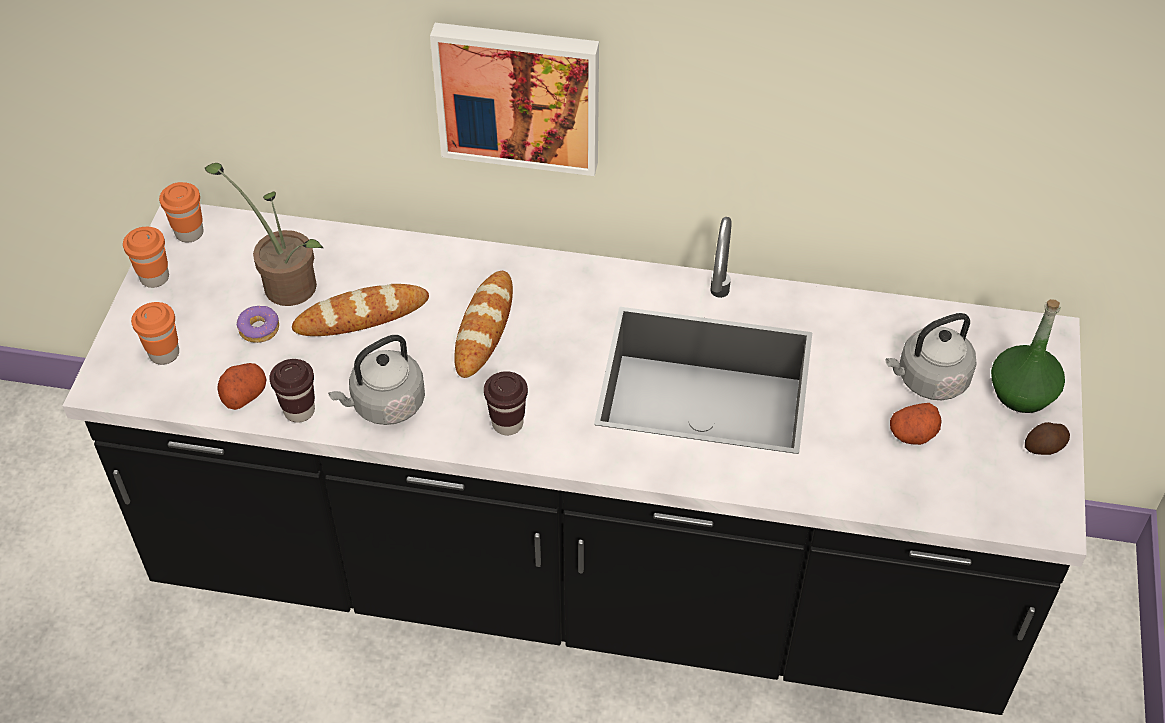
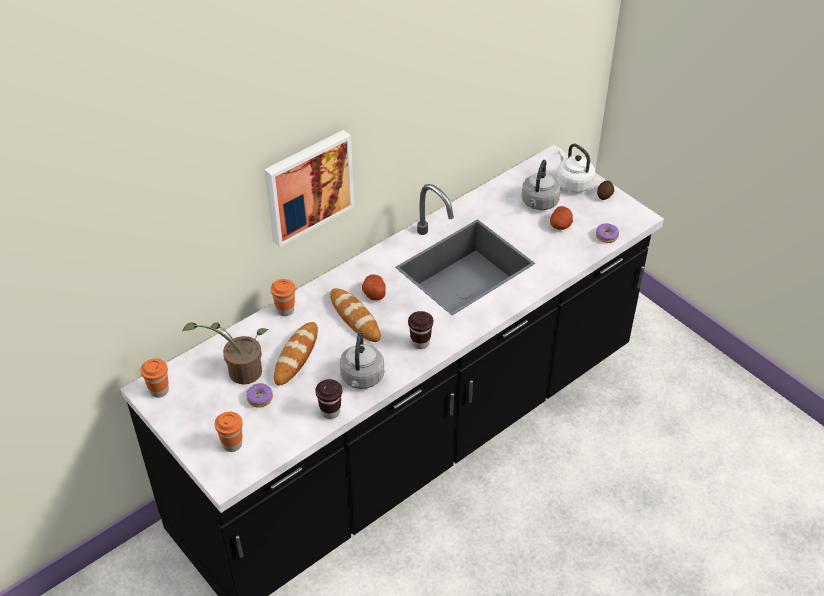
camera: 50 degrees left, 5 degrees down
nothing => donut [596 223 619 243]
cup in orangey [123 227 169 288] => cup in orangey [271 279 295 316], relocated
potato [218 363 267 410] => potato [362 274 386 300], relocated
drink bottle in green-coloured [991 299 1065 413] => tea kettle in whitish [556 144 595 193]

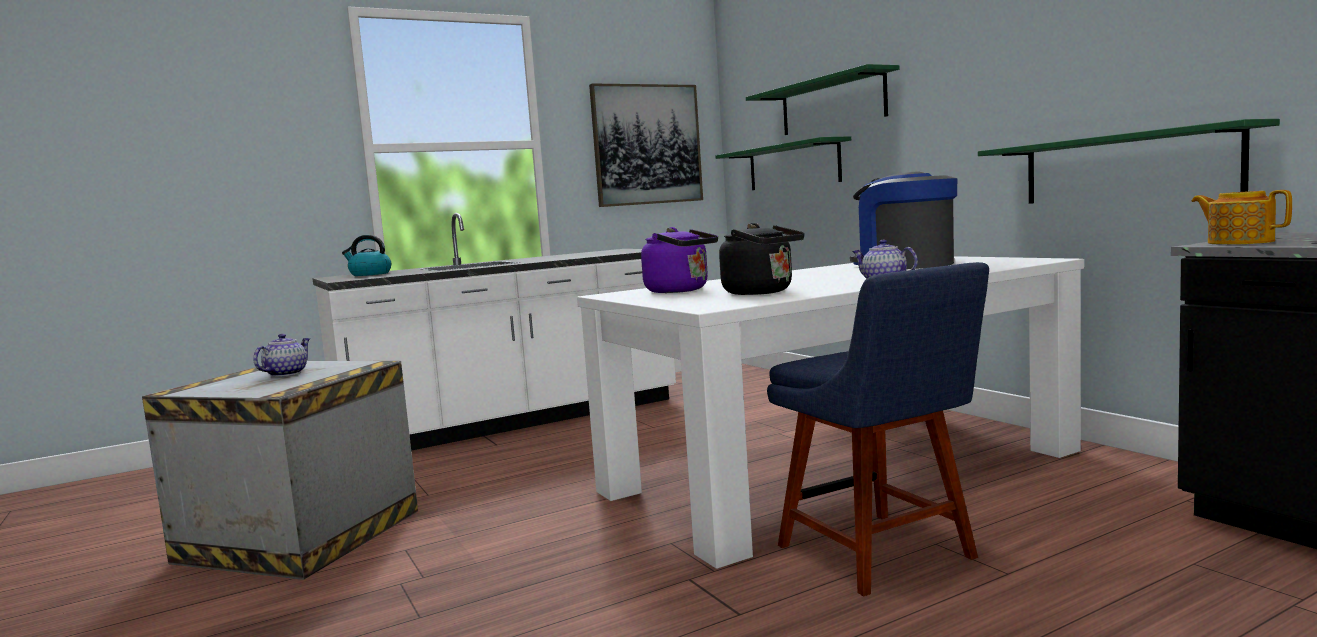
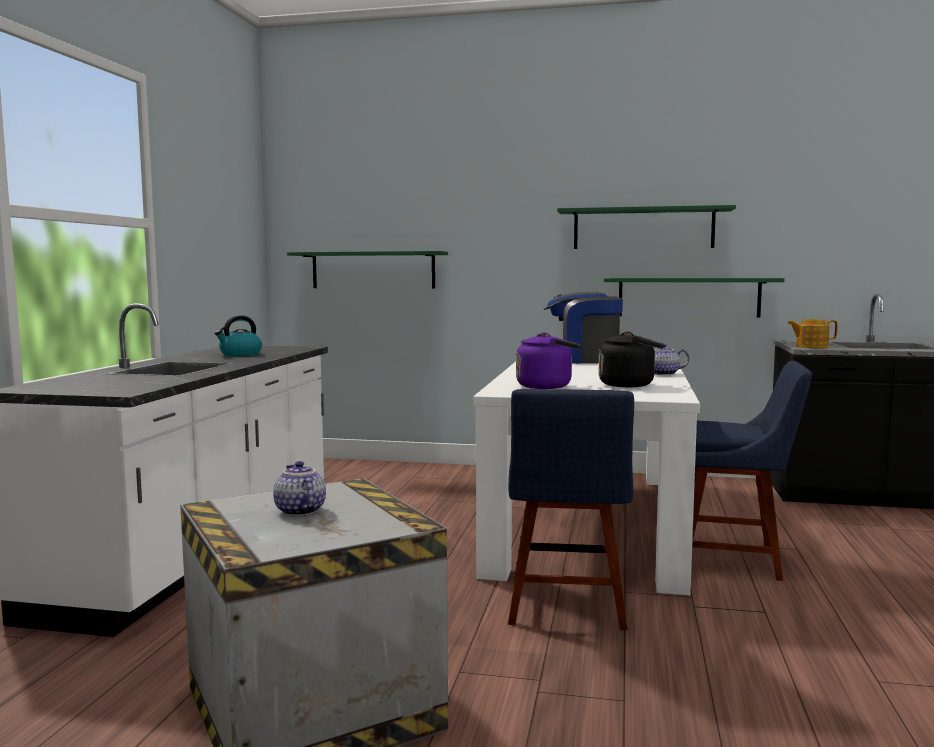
camera: 50 degrees left, 0 degrees up
wall picture [589 84 703 207] => nothing
nothing => chair in blue-coloured [508 389 634 631]
tea kettle [342 235 391 276] => tea kettle [215 315 262 356], relocated
wall shelf in green-coloured [746 64 899 135] => wall shelf in green-coloured [557 205 736 249], relocated

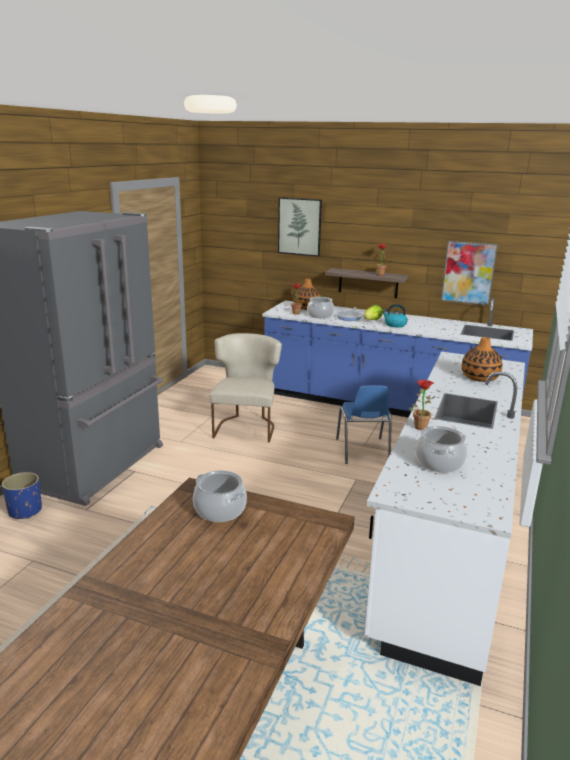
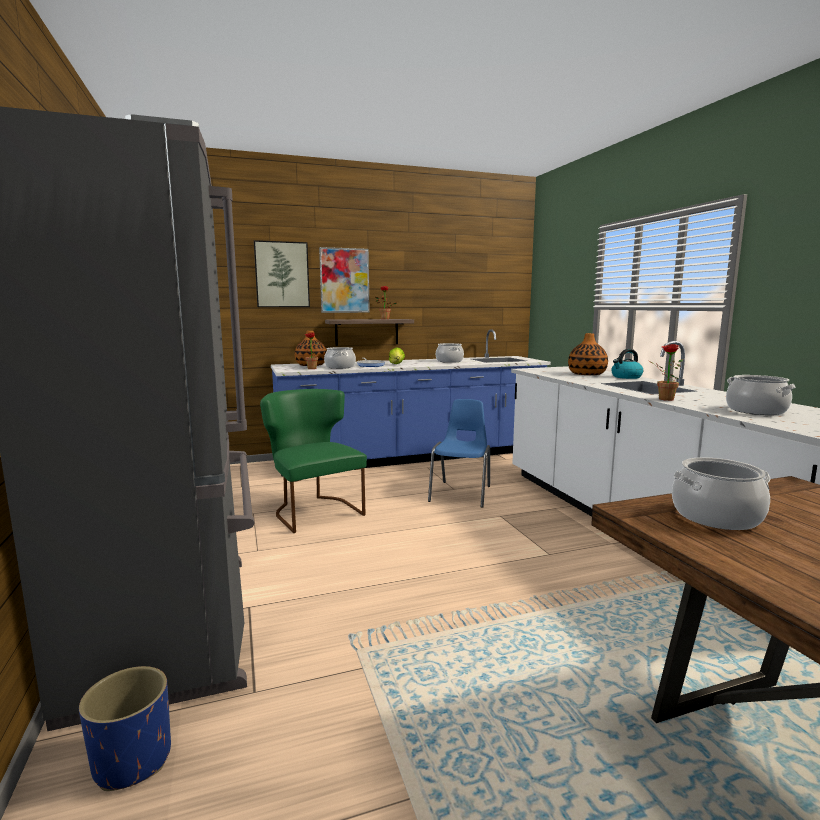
camera: 40 degrees left, 10 degrees down
nothing => cooking pot [436 343 464 363]
tea kettle [382 304 407 327] => tea kettle [611 349 643 379], relocated
wall picture [441 241 498 306] => wall picture [319 247 370 313], relocated
chair in beige [210 333 282 442] => chair in green-coloured [260 389 367 533]
chair in blue-coloured [336 385 392 464] => chair in blue-coloured [428 399 490 508], 120 degrees counterclockwise

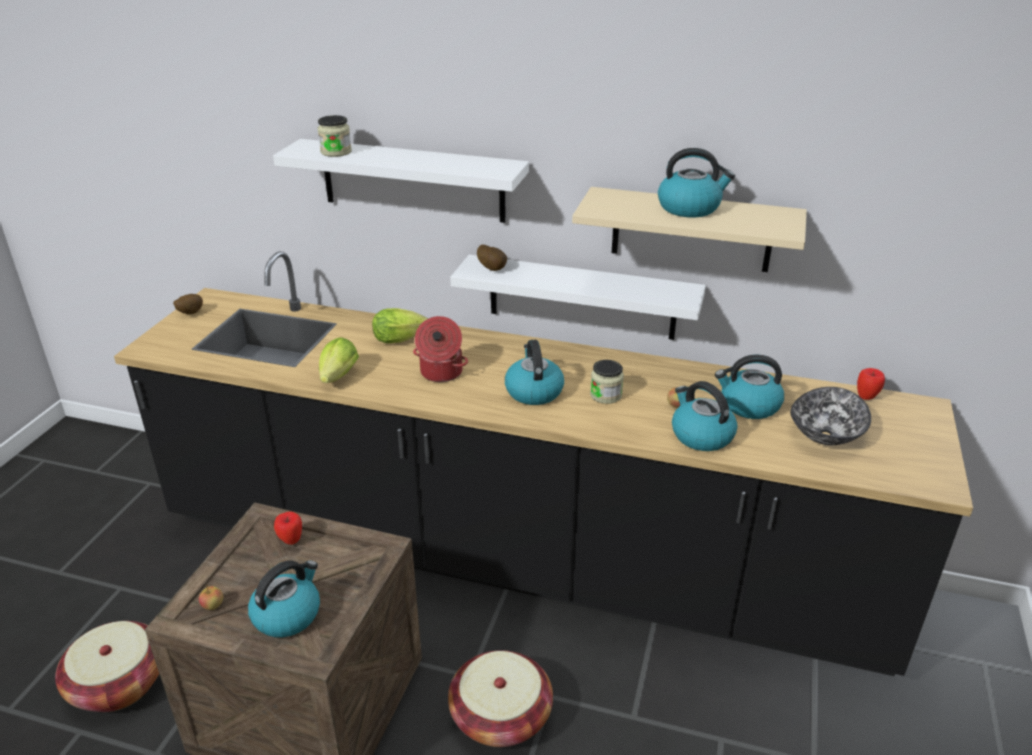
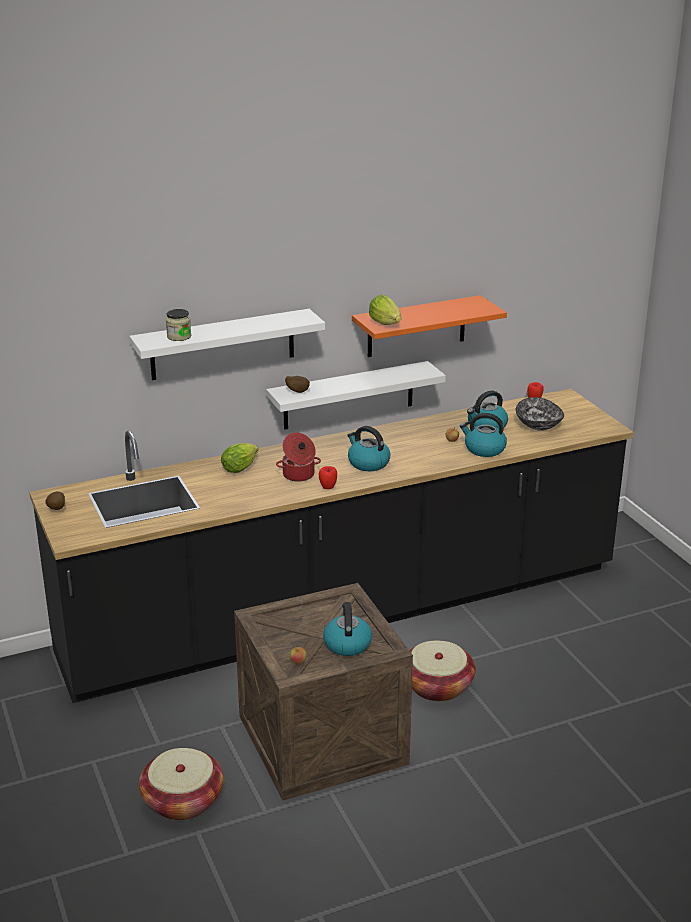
camera: 40 degrees left, 5 degrees down
jar [590 360 624 404] => nothing
tea kettle [658 148 735 217] => nothing
whole apple [274 511 302 545] => whole apple [319 466 337 489], relocated
lettuce head [319 337 359 383] => lettuce head [369 295 401 325], relocated
wall shelf in beige [572 187 807 272] => wall shelf in orangey [352 295 507 357]

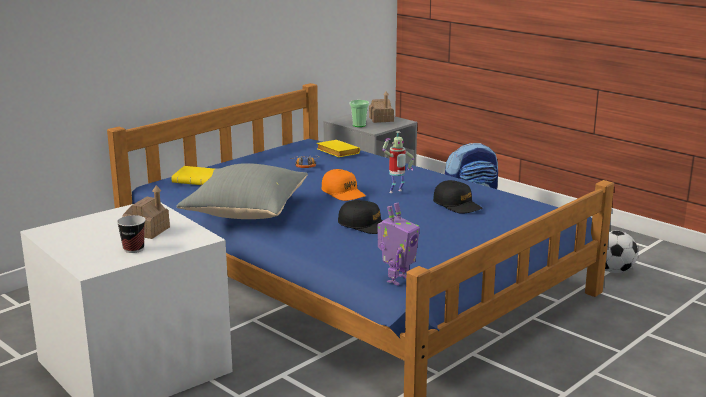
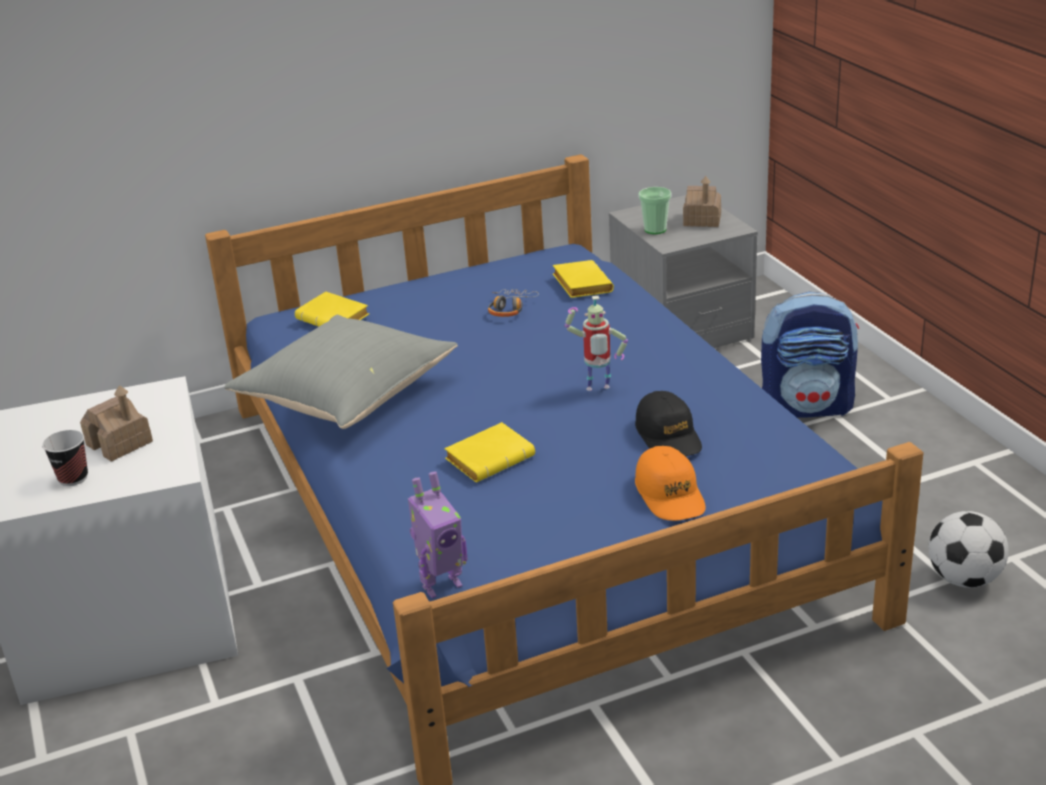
camera: 25 degrees right, 10 degrees up
cap in orangey [321 169 366 201] => cap in orangey [635 446 706 521], relocated
cap in black-coloured [338 200 383 234] => volume in yellow-coloured [444 422 535 482]

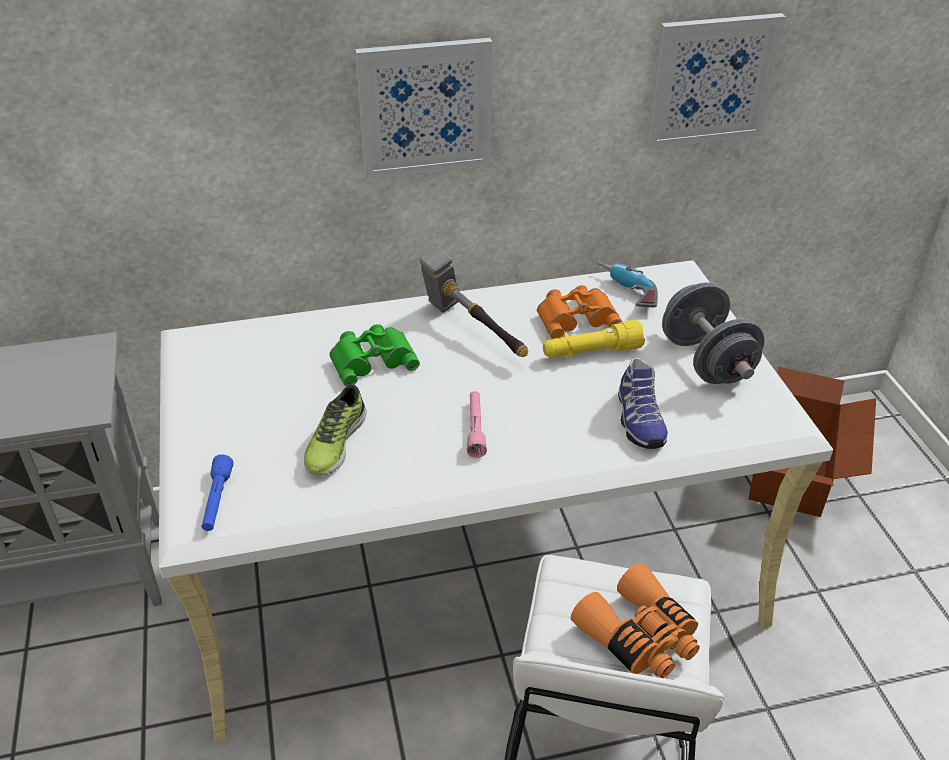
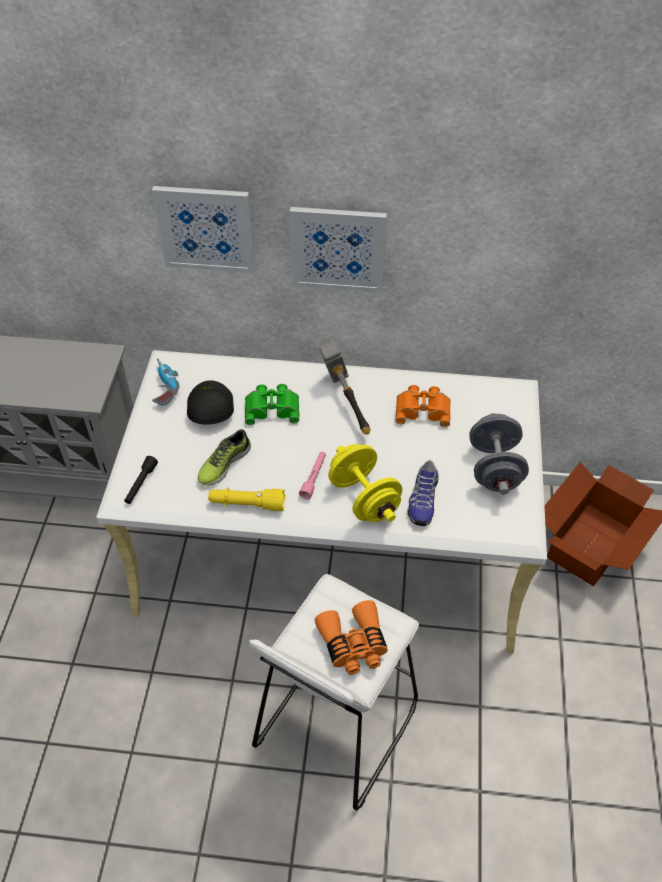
camera: 20 degrees right, 10 degrees up
nothing => cap in black-coloured [187 380 234 425]
nothing => free weight in yellow-coloured [328 444 402 522]
torch in yellow-coloured [543 319 645 358] => torch in yellow-coloured [208 487 285 511], relocated
electric drill [598 262 658 307] => electric drill [152 358 179 406], relocated
wall picture [646 13 786 148] => wall picture [152 186 255 273], relocated
torch in blue-coloured [202 454 234 531] => torch in black-coloured [124 456 158 504]

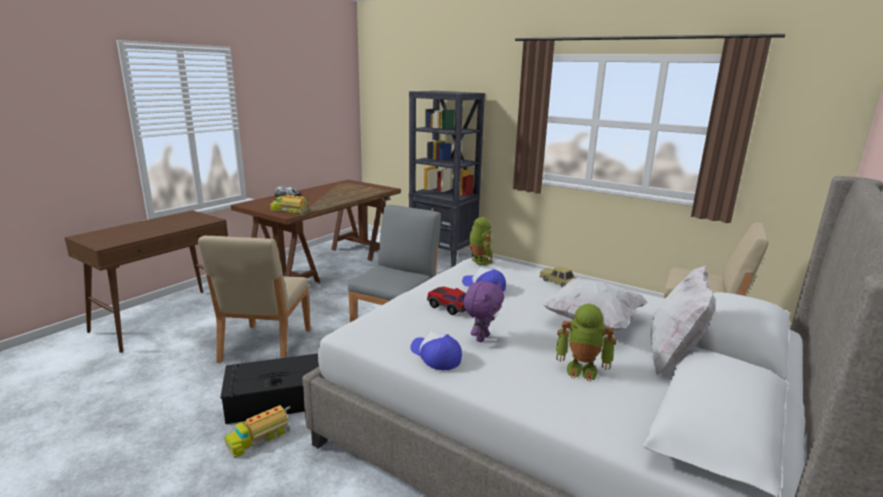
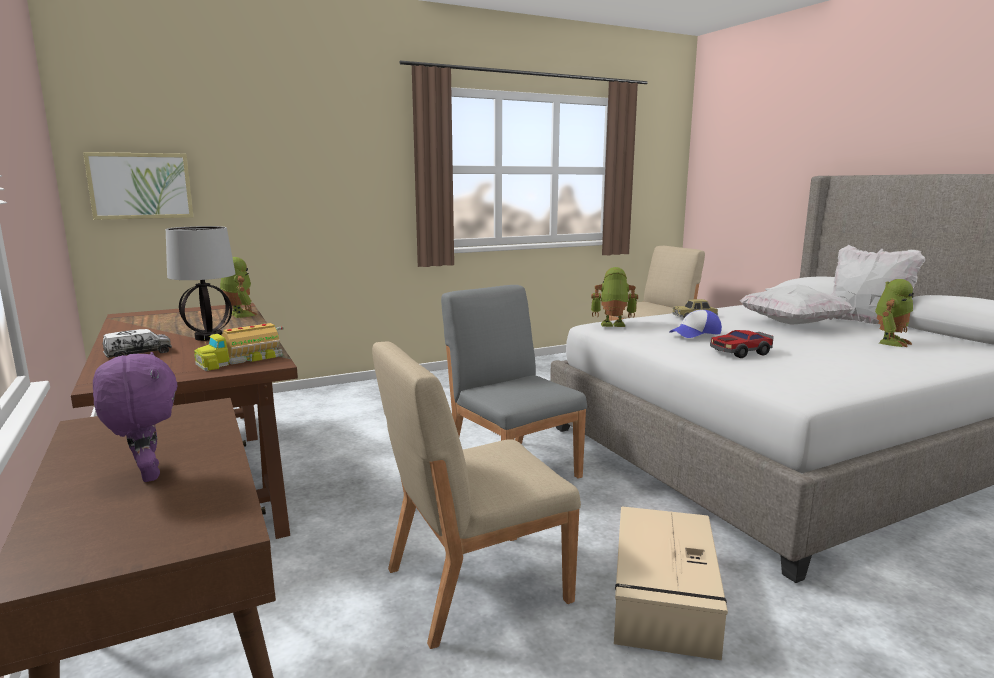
camera: 60 degrees left, 5 degrees down
model truck [224 405 291 458] => nothing
shelving unit in black-coloured [409 91 485 267] => nothing
cap [410 331 462 370] => nothing
nothing => wall picture [83 152 194 220]
nothing => tabletop lamp [166 226 235 341]
nothing => model robot [220 257 257 318]
soft toy in purple-coloured [464 281 504 342] => soft toy in purple-coloured [93 352 177 482], relocated
storage box in black-coloured [220 354 319 424] => storage box in beige [614 506 728 660]
chair in beige [198 236 311 363] => chair in beige [372 341 581 649], 120 degrees clockwise

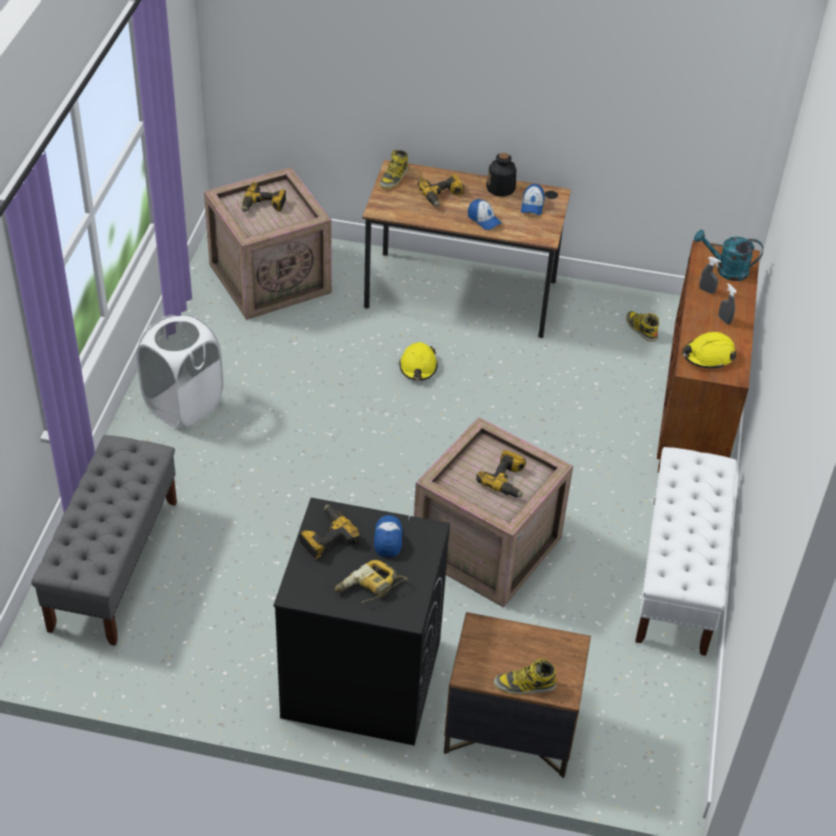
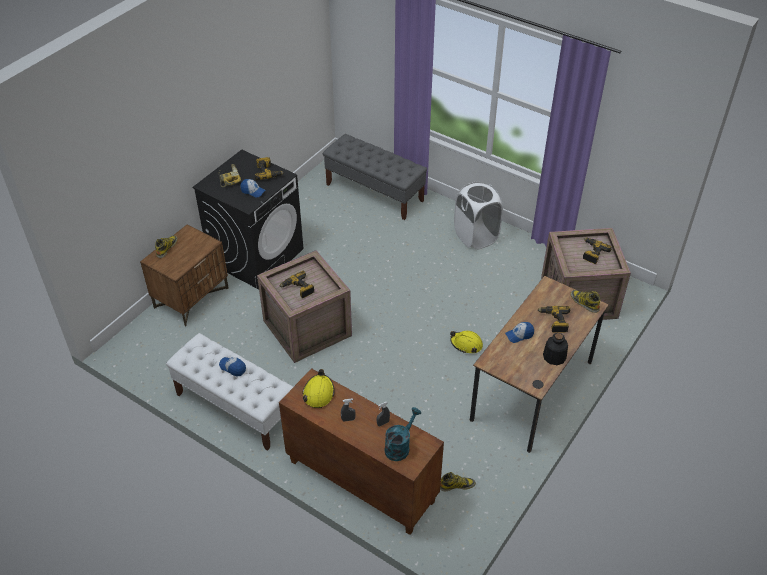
camera: 115 degrees right, 0 degrees up
cap [521 184 545 215] => cap [219 357 246 376], relocated

